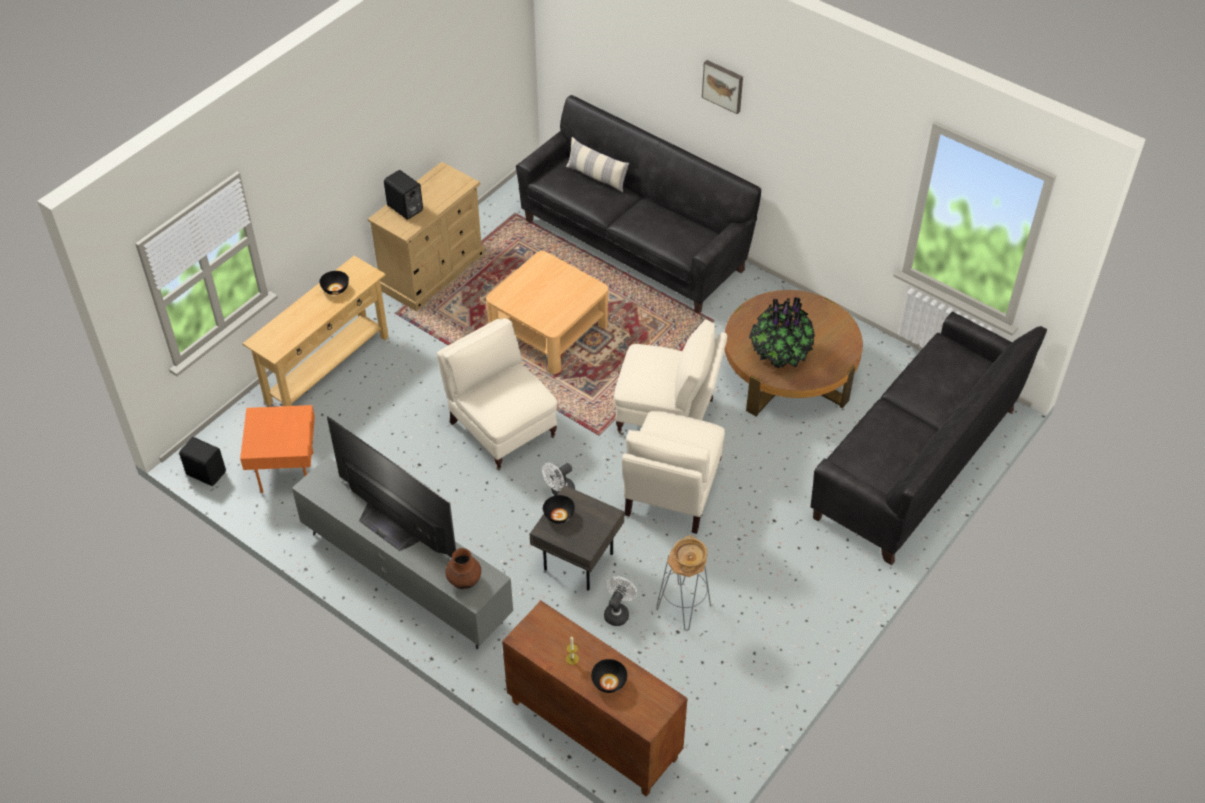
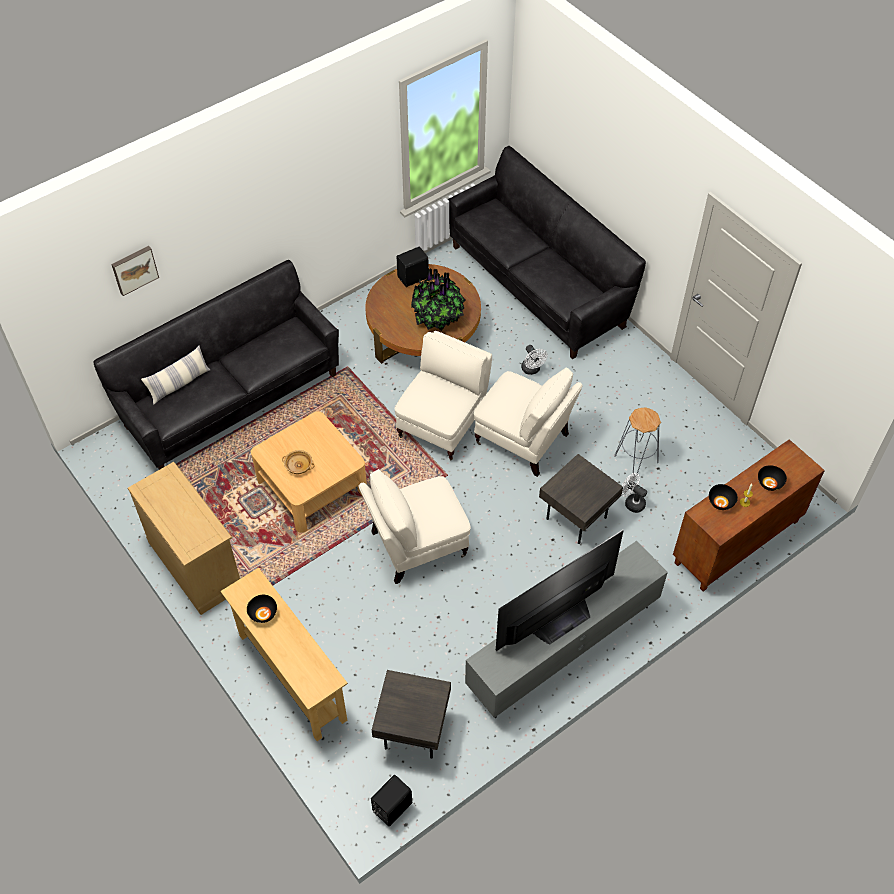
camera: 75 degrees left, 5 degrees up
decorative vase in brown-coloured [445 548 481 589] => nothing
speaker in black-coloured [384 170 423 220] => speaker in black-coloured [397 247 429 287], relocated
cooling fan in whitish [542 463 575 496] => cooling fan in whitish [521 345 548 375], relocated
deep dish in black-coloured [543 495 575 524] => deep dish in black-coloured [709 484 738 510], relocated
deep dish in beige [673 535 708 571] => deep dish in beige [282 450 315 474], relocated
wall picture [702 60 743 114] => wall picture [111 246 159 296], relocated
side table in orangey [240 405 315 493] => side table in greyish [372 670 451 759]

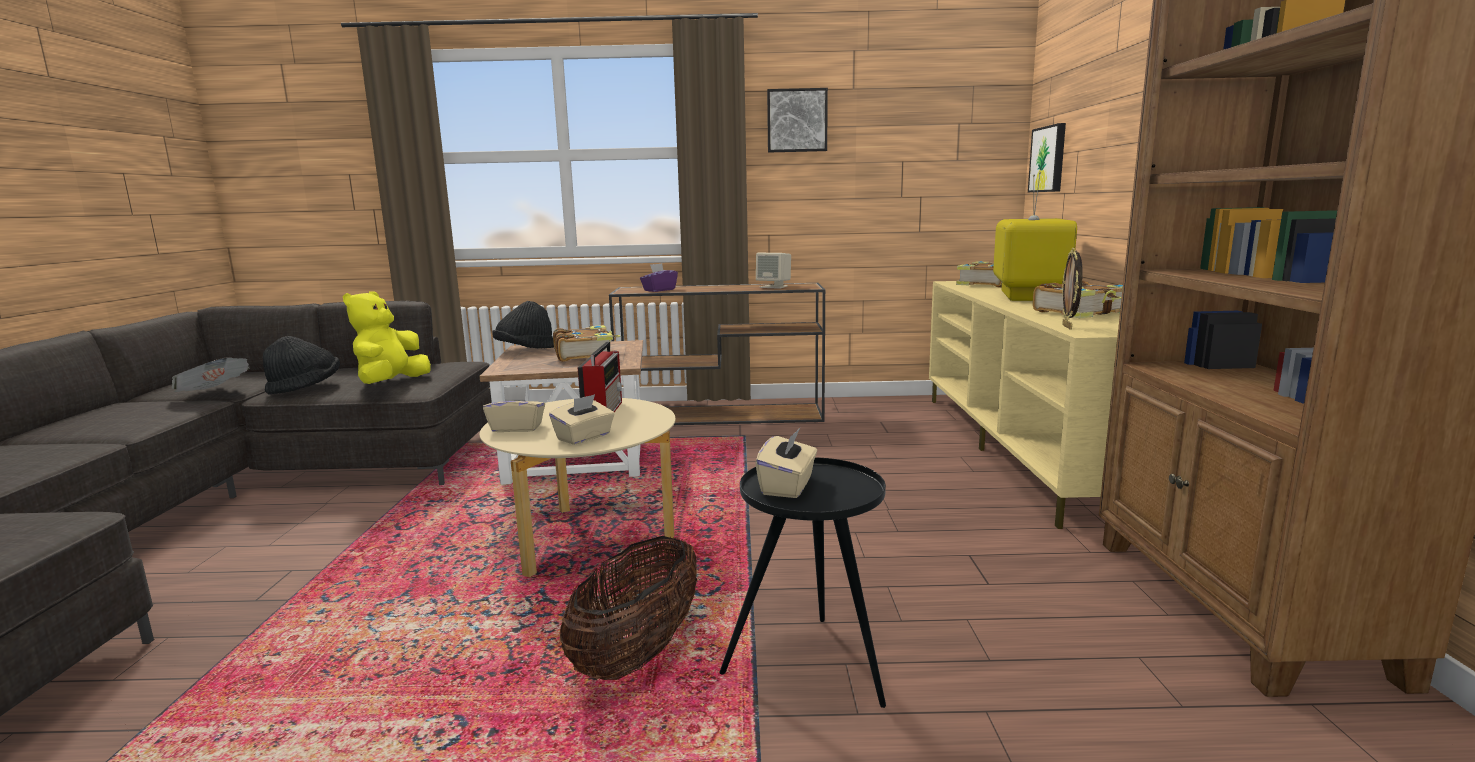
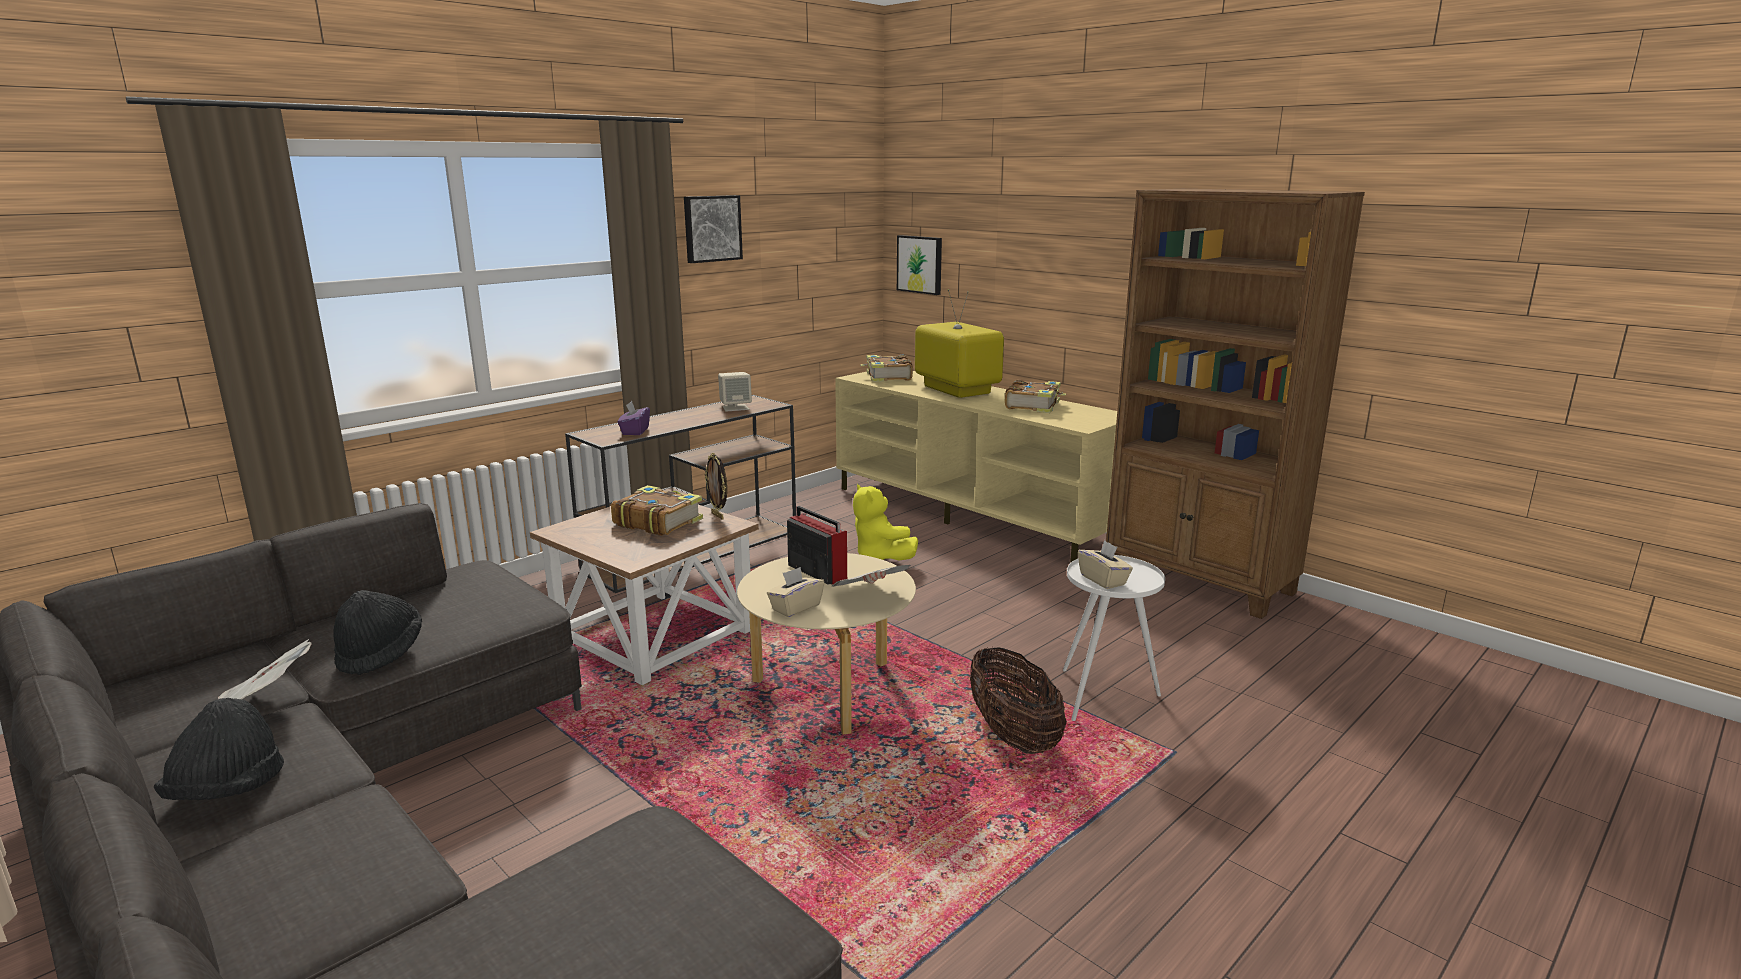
camera: 45 degrees left, 5 degrees up
soft toy in yellow-coloured [343 291 431 384] => soft toy in yellow-coloured [853 484 918 561], relocated
wearable hat in black-coloured [492 301 554 349] => wearable hat in black-coloured [154 698 284 800], relocated
standing frame [1062 248 1082 329] => standing frame [705 453 727 520], relocated
tissue box in beige [549 394 615 445] => newspaper [831 565 911 587]
side table in black-coloured [719 457 886 708] => side table in whitish [1063 555 1165 721]

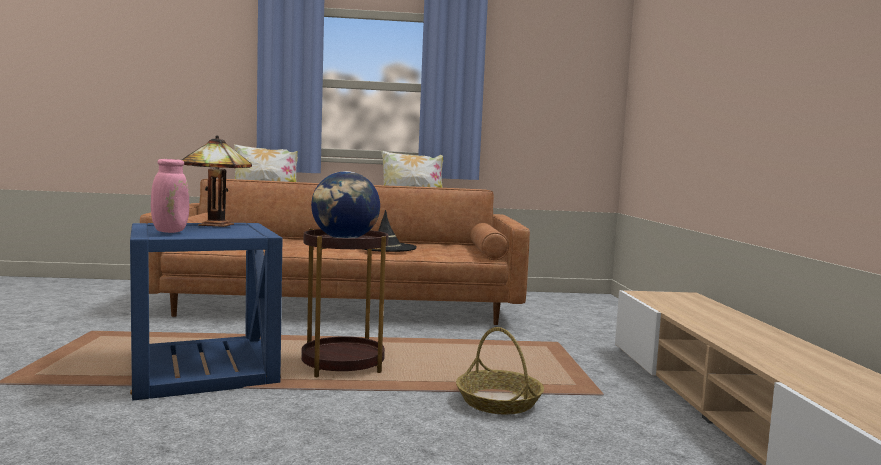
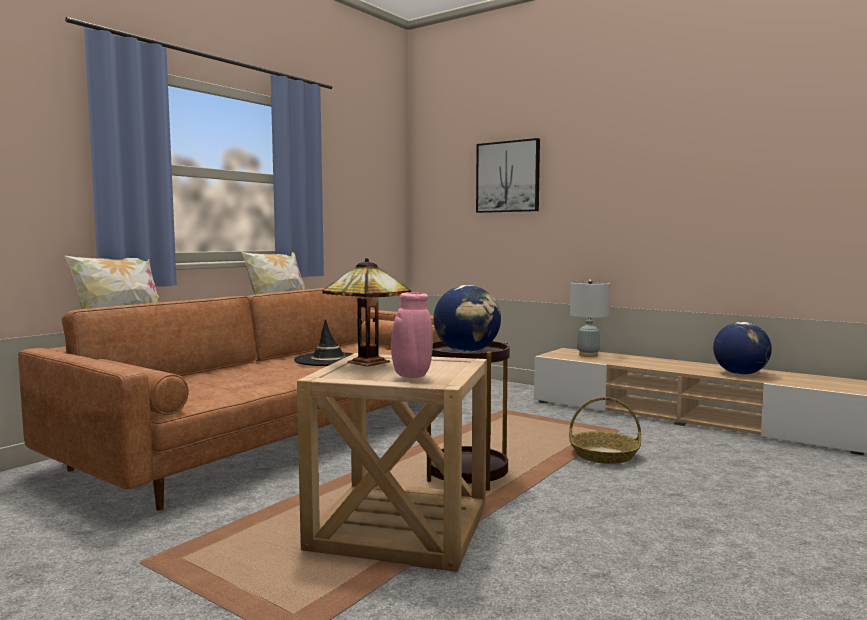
camera: 50 degrees left, 0 degrees up
nothing => wall picture [476 138 540 213]
nothing => tabletop lamp in greyish [570 279 610 357]
nothing => world globe [713 322 772 375]
side table in blue-coloured [130 223 282 400] => side table in beige [297 353 487 572]

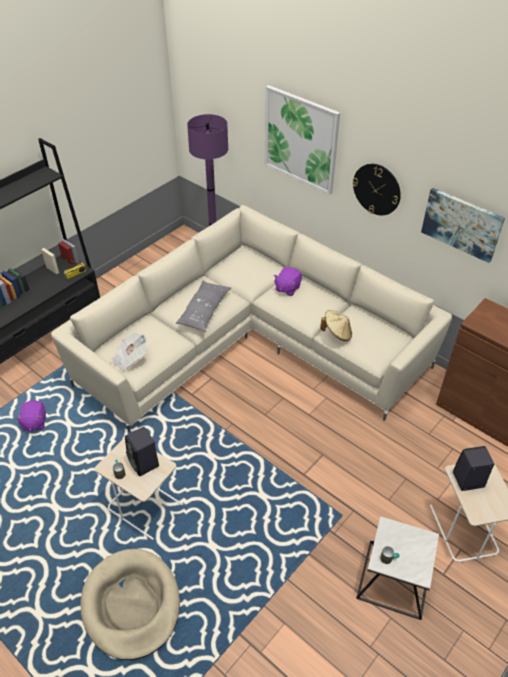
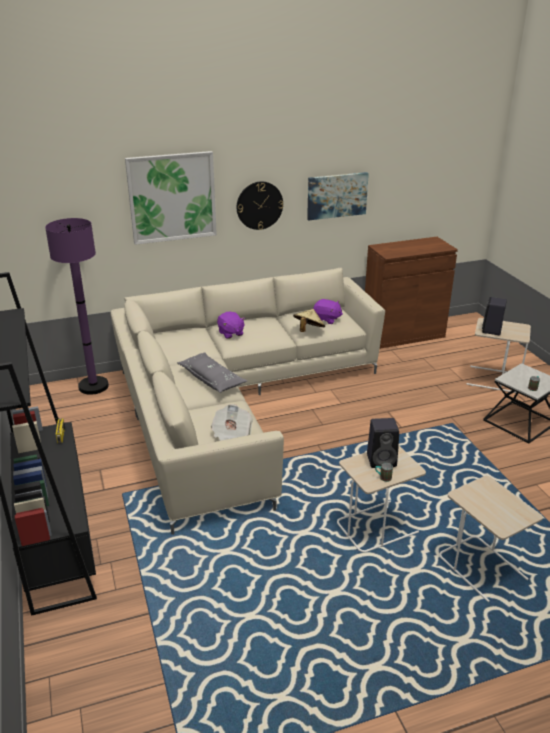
camera: 60 degrees left, 15 degrees down
soft toy in purple-coloured [16 401 46 431] => soft toy in purple-coloured [313 299 343 324], relocated
dog cushion in beige [81 549 180 660] => side table in beige [439 476 543 602]

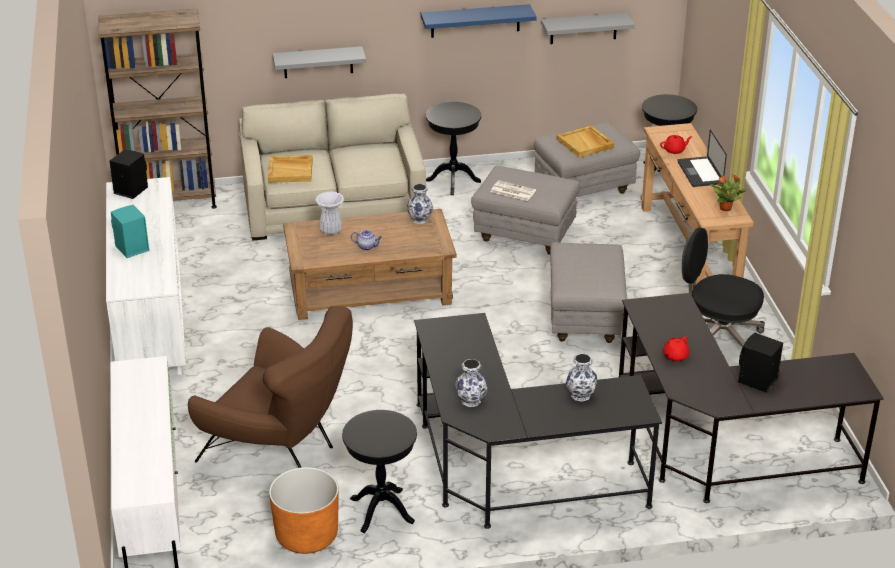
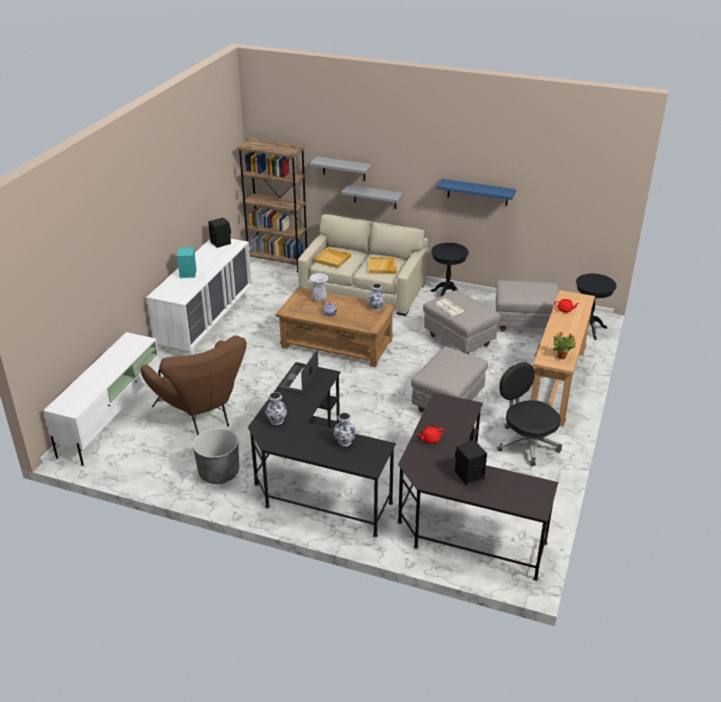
camera: 30 degrees right, 0 degrees up
planter in orangey [269 467 339 554] => nothing
wall shelf in greyish [541 13 635 44] => wall shelf in greyish [310 157 372 181], relocated
tray in beige [557 125 614 158] => tray in beige [369 257 397 274], relocated
laptop [677 130 727 187] => laptop [279 349 318 394], relocated
side table in black-coloured [342 410 417 533] => planter in greyish [193 428 239 484]

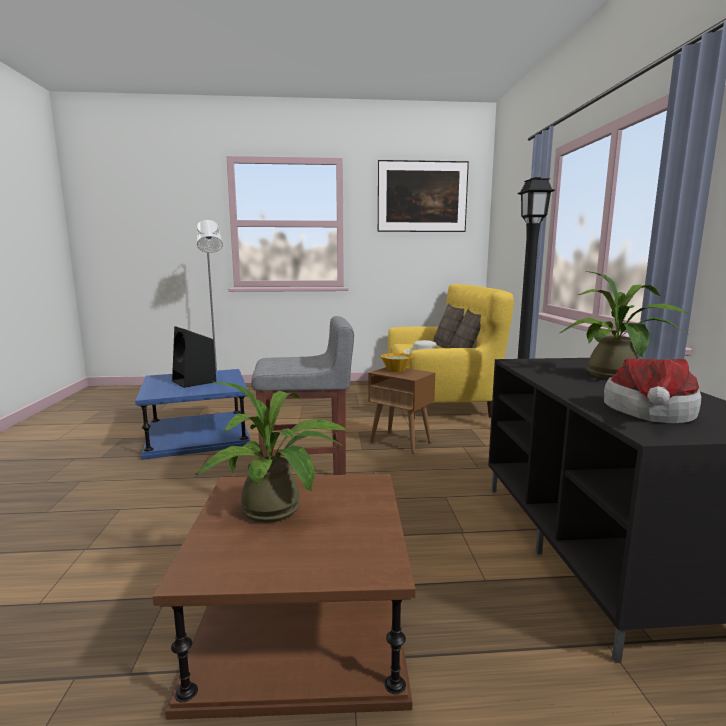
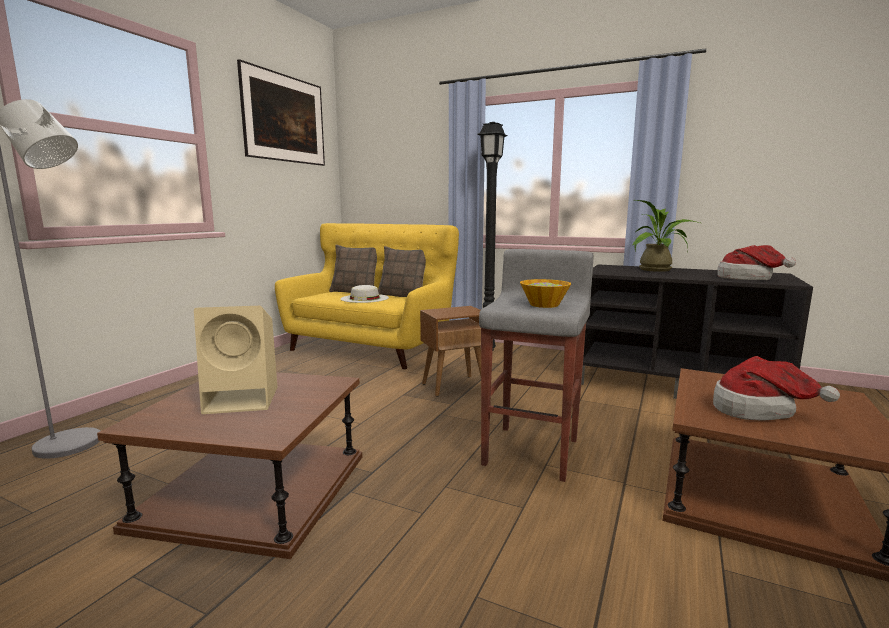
camera: 60 degrees left, 0 degrees up
deep dish [381 353 413 372] => deep dish [520 279 571 308], relocated
plant in a pot [196 382 348 523] => wearable hat [713 356 840 420]
side table in blue-coloured [135 369 250 460] => side table in brown-coloured [97 372 362 559]
speaker in black-coloured [172 326 216 388] => speaker in beige [194 306 277 414]

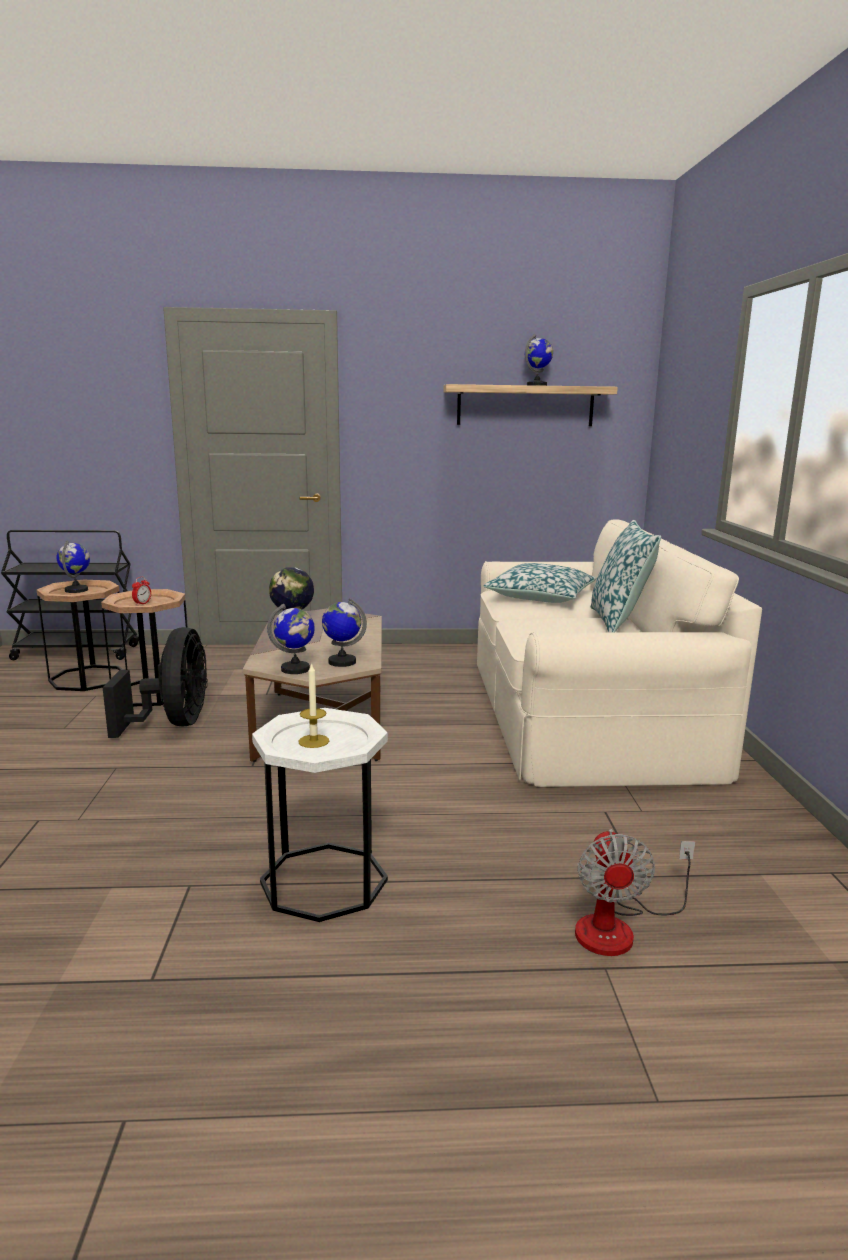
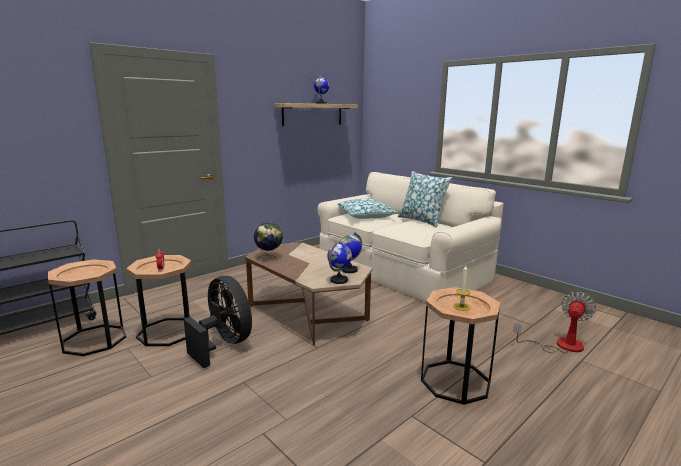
camera: 40 degrees left, 0 degrees up
world globe [57 540 90 593] => nothing
side table in whitish [252 708 388 922] => side table in brown-coloured [421 287 500 405]
cooling fan [575 829 695 956] => cooling fan [514 292 596 353], 105 degrees counterclockwise

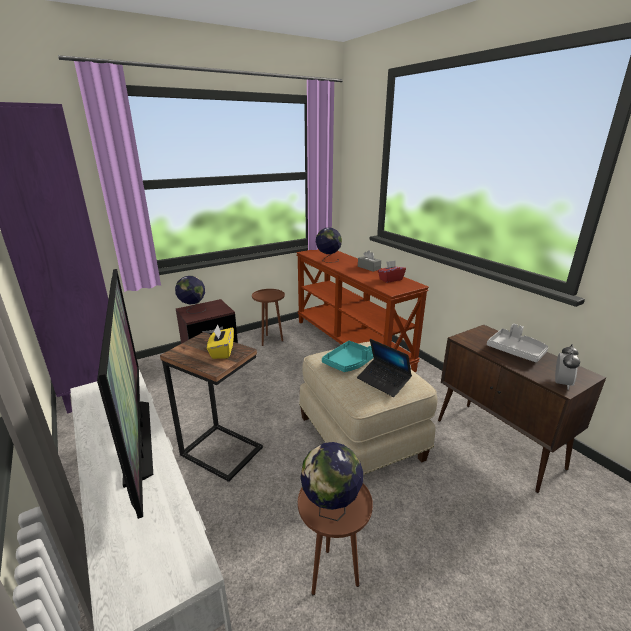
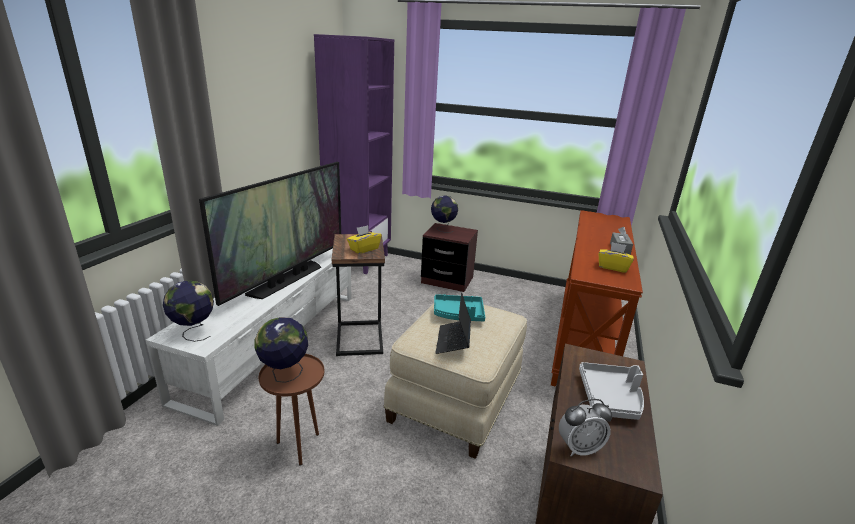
camera: 50 degrees right, 0 degrees up
side table in brown-coloured [252 289 285 346] => nothing
world globe [316 228 342 263] => world globe [163 280 214 342], relocated
tissue box in red [378 261 406 283] => tissue box in yellow-coloured [599 242 634 273]

